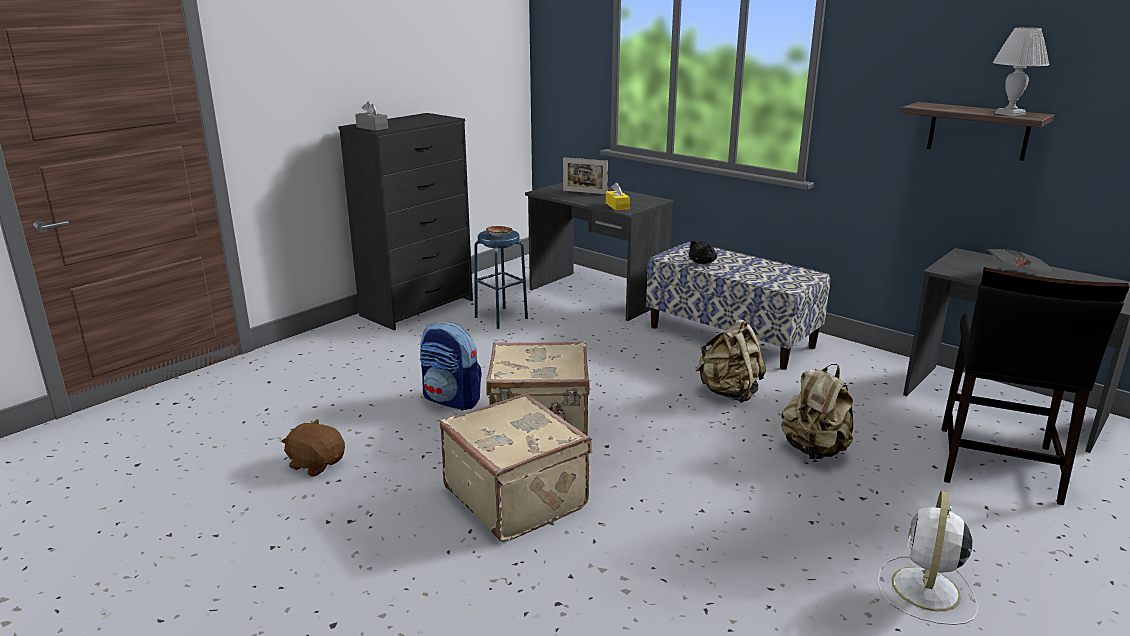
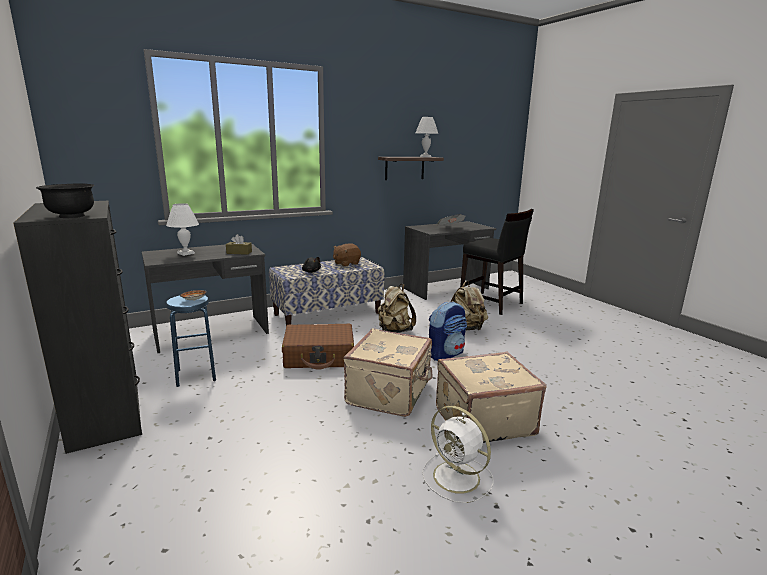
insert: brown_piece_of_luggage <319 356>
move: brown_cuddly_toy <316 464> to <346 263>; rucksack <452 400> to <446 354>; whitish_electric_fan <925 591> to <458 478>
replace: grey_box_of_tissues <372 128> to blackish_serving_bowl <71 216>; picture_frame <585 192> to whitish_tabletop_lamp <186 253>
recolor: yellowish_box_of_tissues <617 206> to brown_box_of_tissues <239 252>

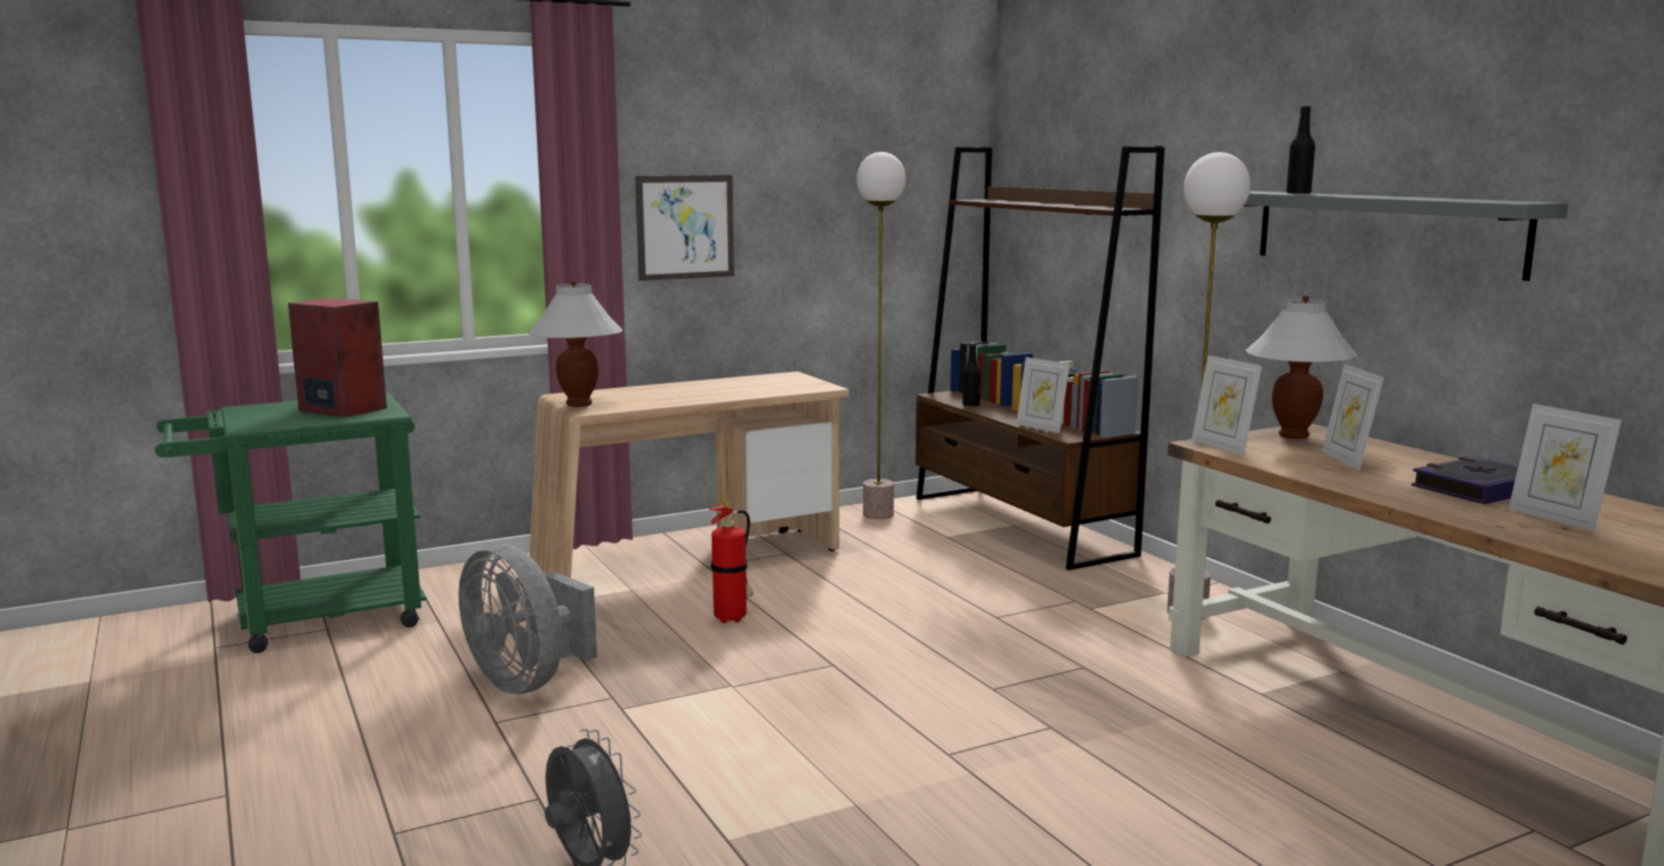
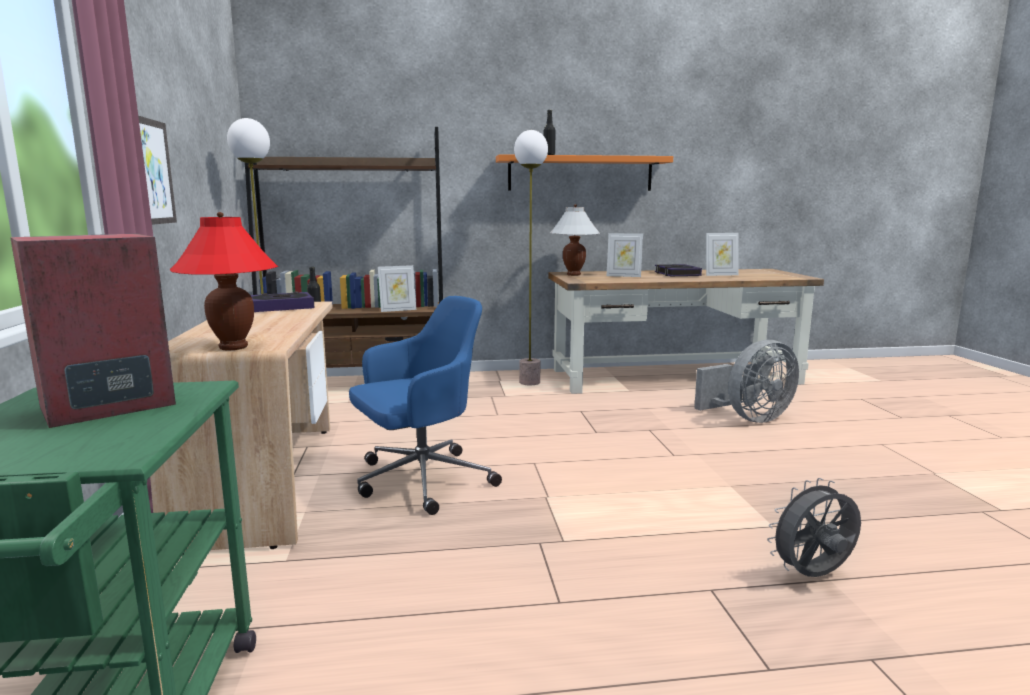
delete: picture_frame <1222 447>
insert: bound_book <281 307>
move: grey_electric_fan <527 681> to <749 418>
replace: fire_extinguisher <733 618> to blue_computer_chair <420 480>
recolor: whitish_tabletop_lamp <579 404> to reddish_tabletop_lamp <233 347>; grey_shelf <1384 231> to orange_shelf <580 173>

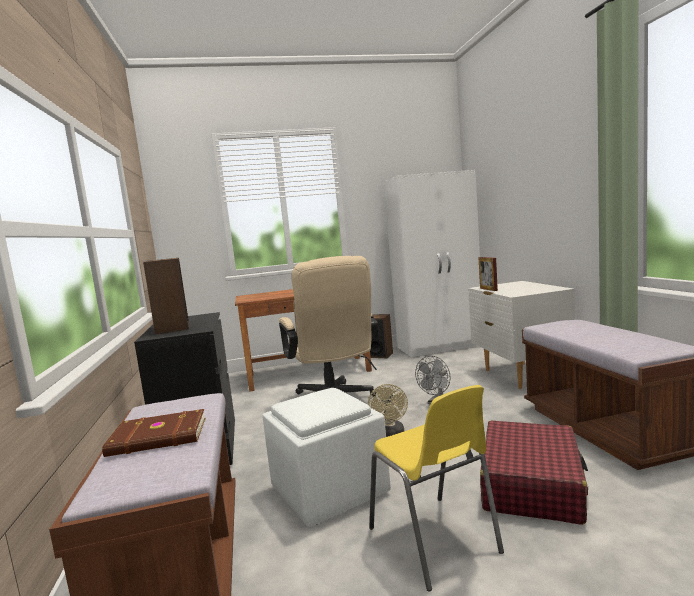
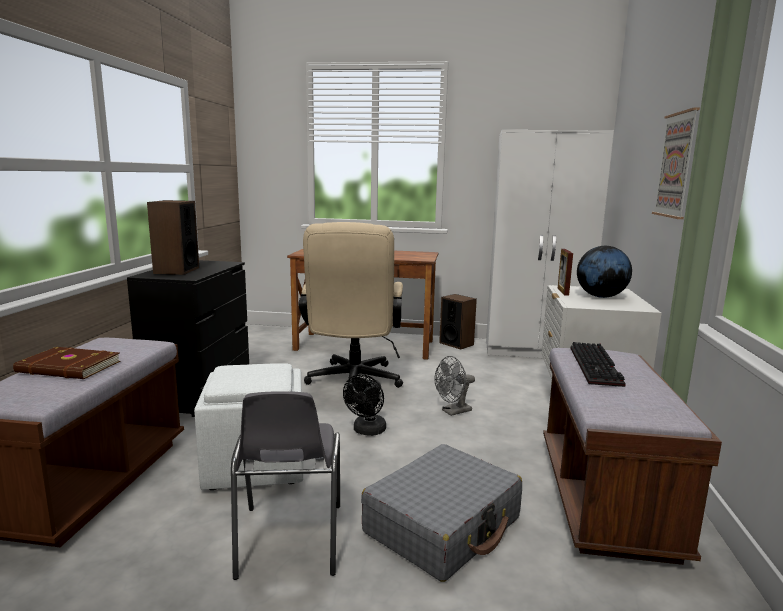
insert: computer_keyboard <597 367>; world_globe <600 296>; wall_picture <676 165>
recolor: sand-coloured_electric_fan <390 435> to blackish_electric_fan <367 431>; yellowish_plain_chair <435 542> to grey_plain_chair <289 542>; reddish_piece_of_luggage <532 484> to grey_piece_of_luggage <443 525>

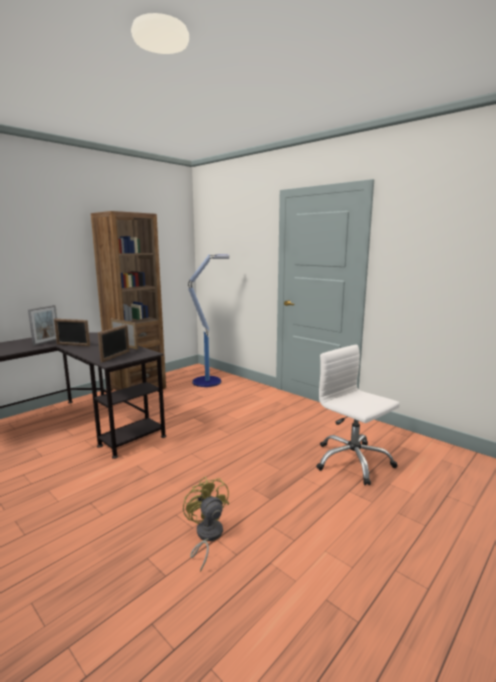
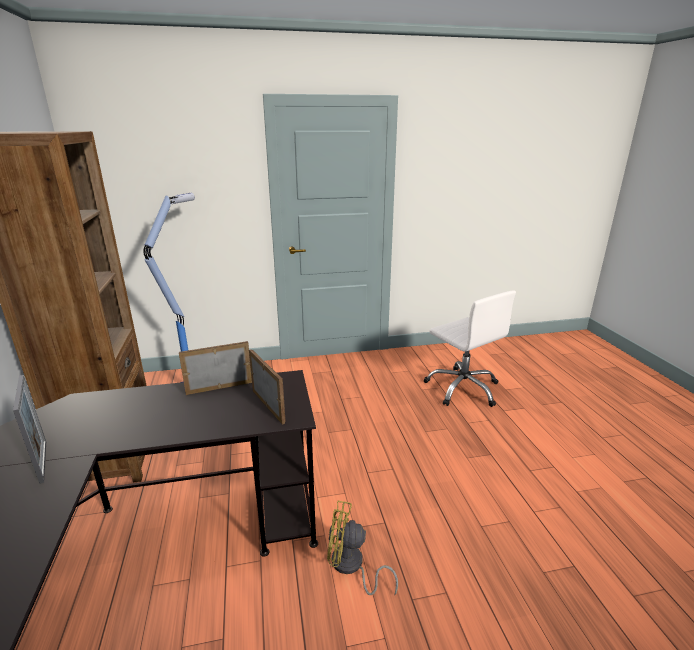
delete: picture_frame <73 345>
move: yellowish_electric_fan <206 536> to <351 567>
rotate: whitish_computer_chair <352 461> = <463 388> 120 degrees counterclockwise

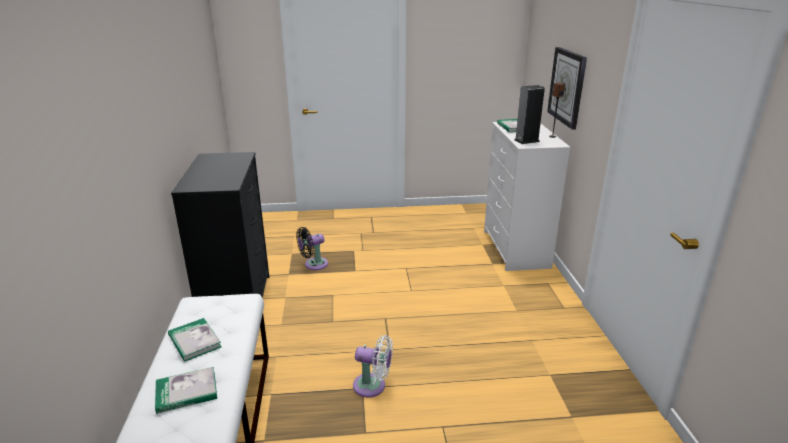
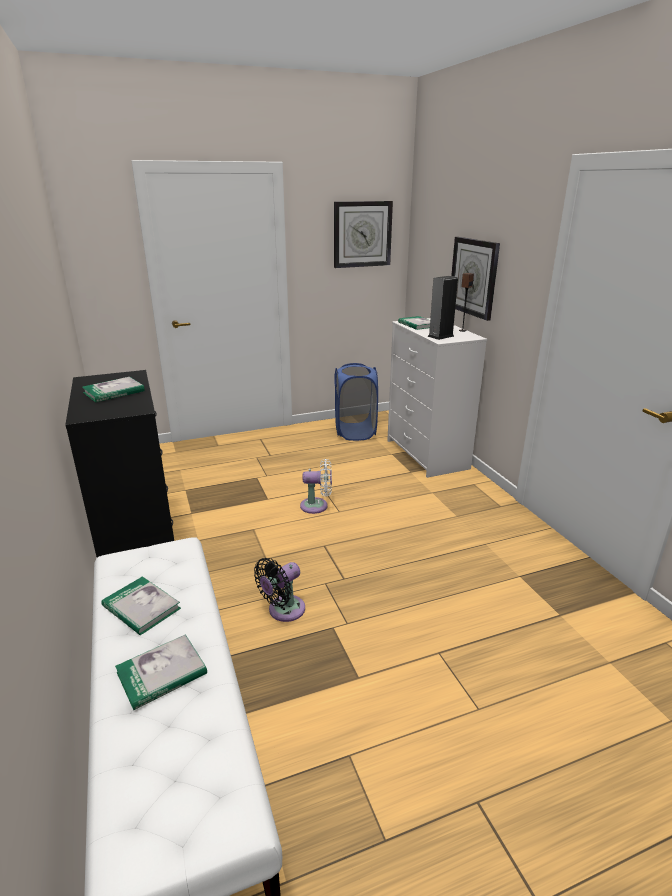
insert: bound_book <114 392>; hanging_clock <362 234>; blue_laundry_basket <355 432>
move: blackish_electric_fan <313 264> to <283 611>; whitish_electric_fan <373 386> to <317 506>

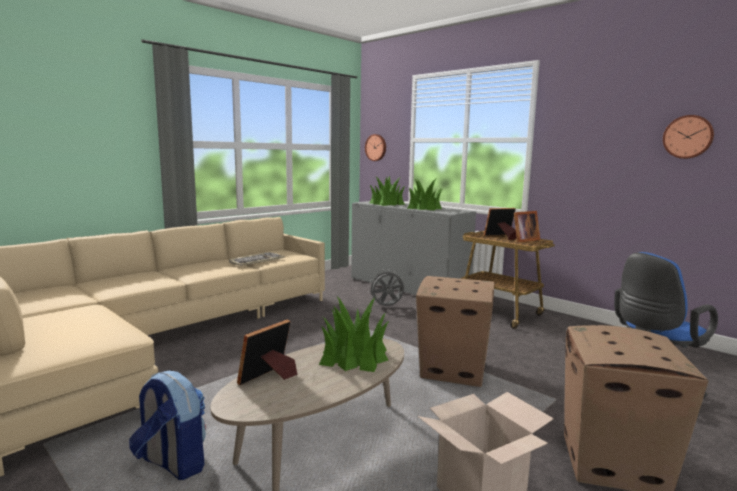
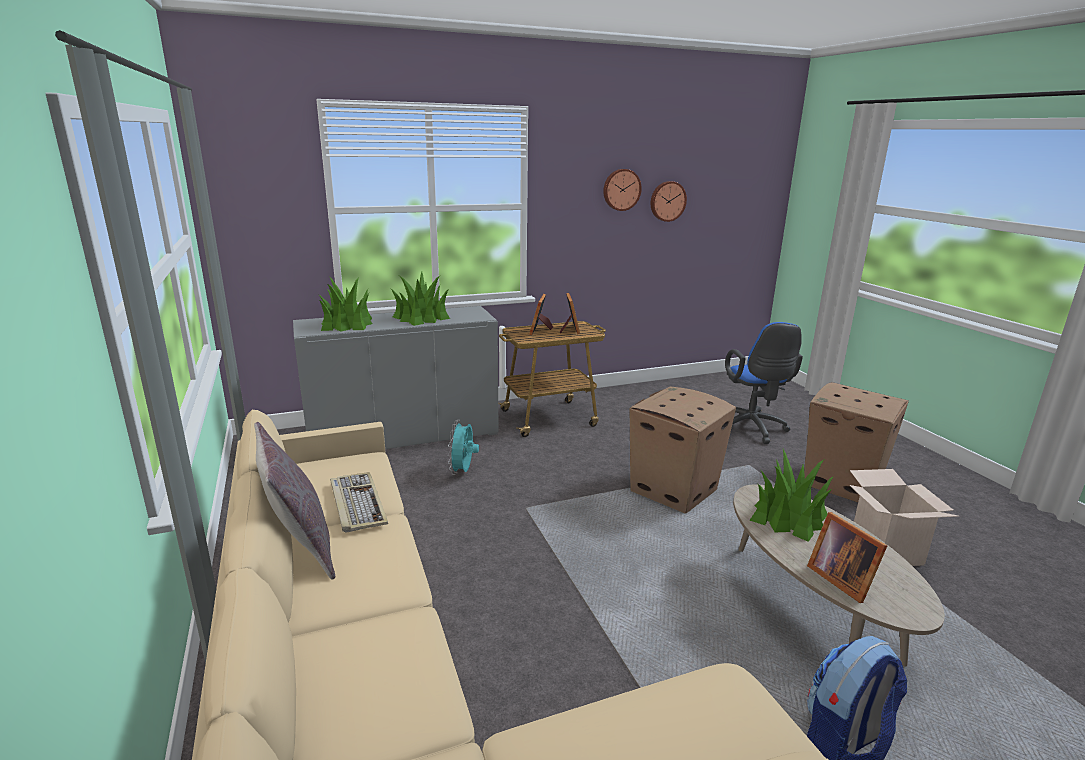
insert: grey_cushion <301 548>
move: hanging_clock <376 147> to <621 189>
recolor: grey_electric_fan <386 307> to turquoise-coloured_electric_fan <463 471>

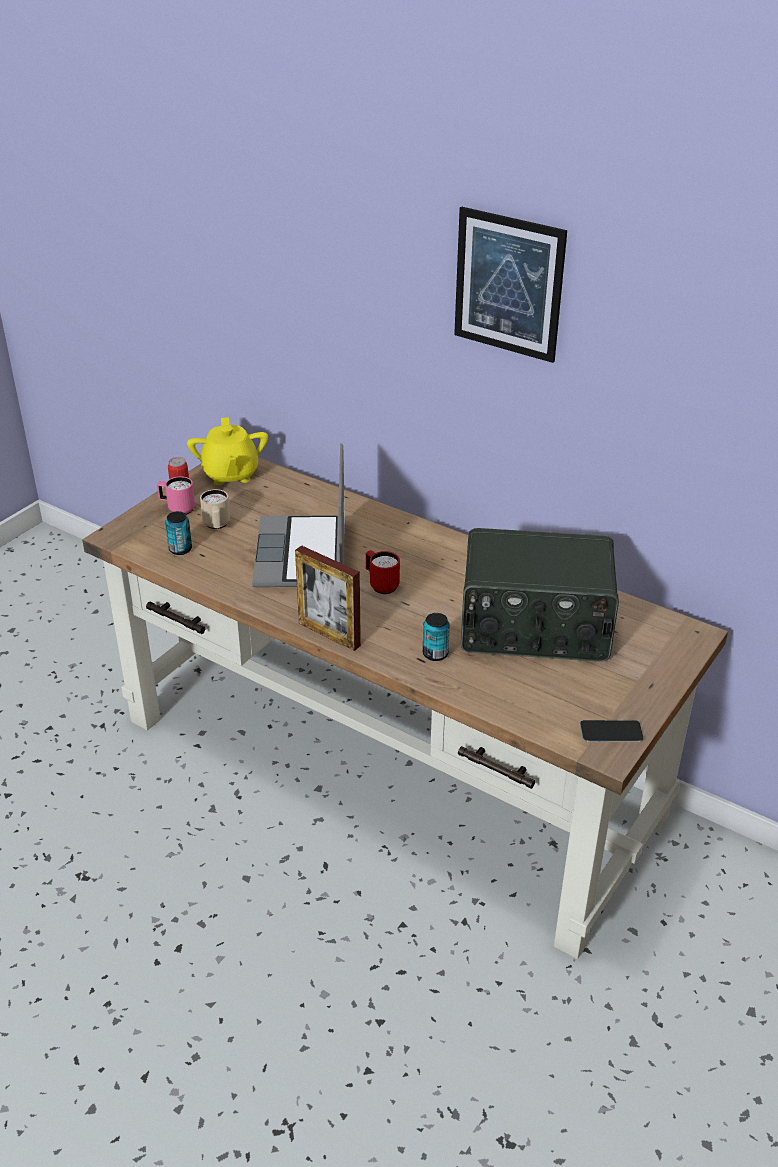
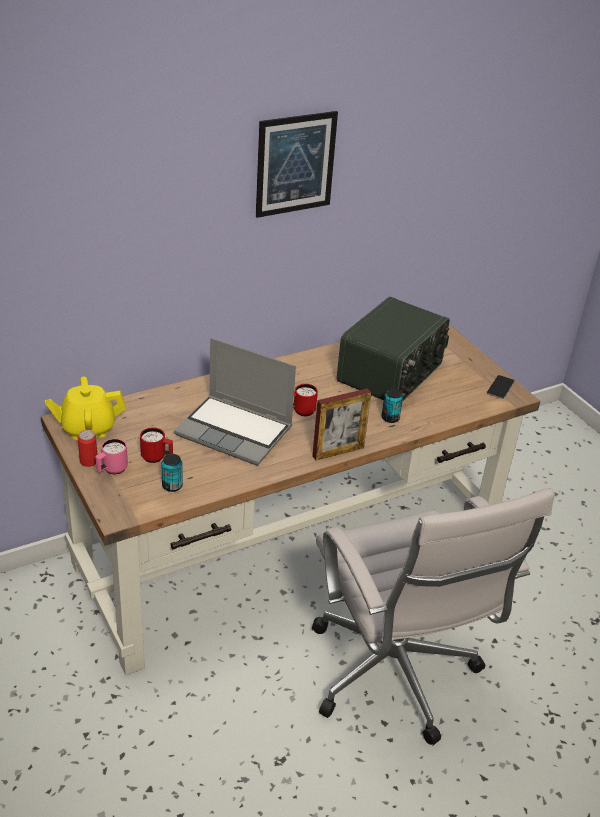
insert: whitish_computer_chair <395 678>
recolor: sand-coloured_coffee_mug <217 526> to reddish_coffee_mug <157 458>
rotate: yellowish_teapot <230 474> = <88 428> 150 degrees clockwise

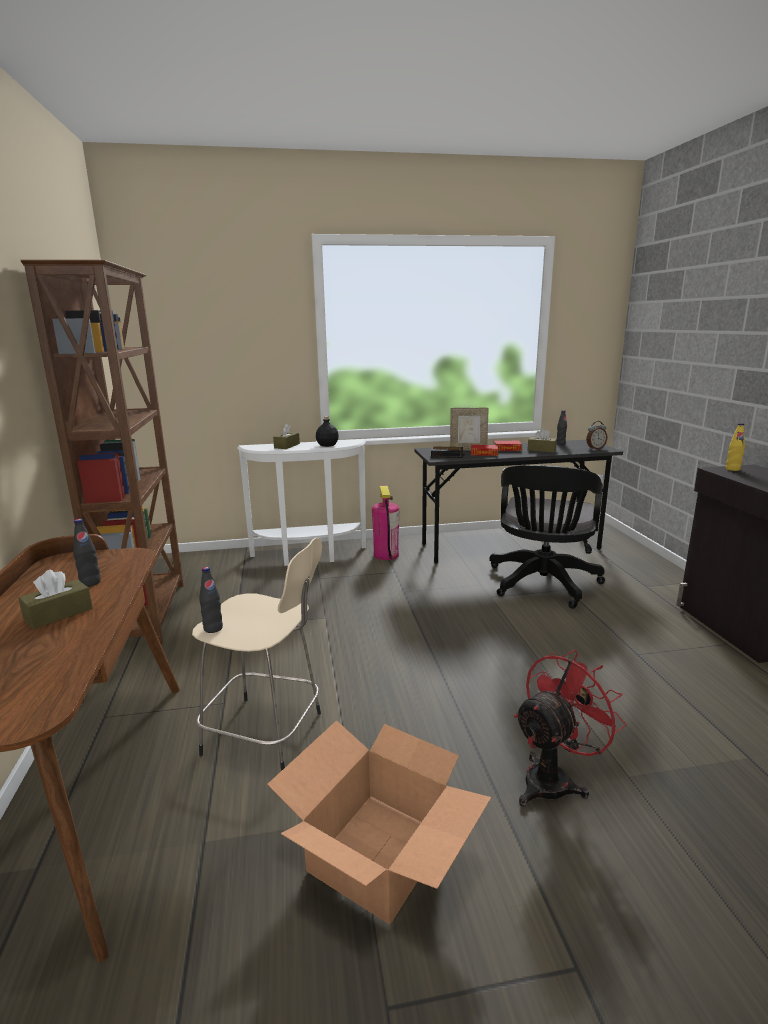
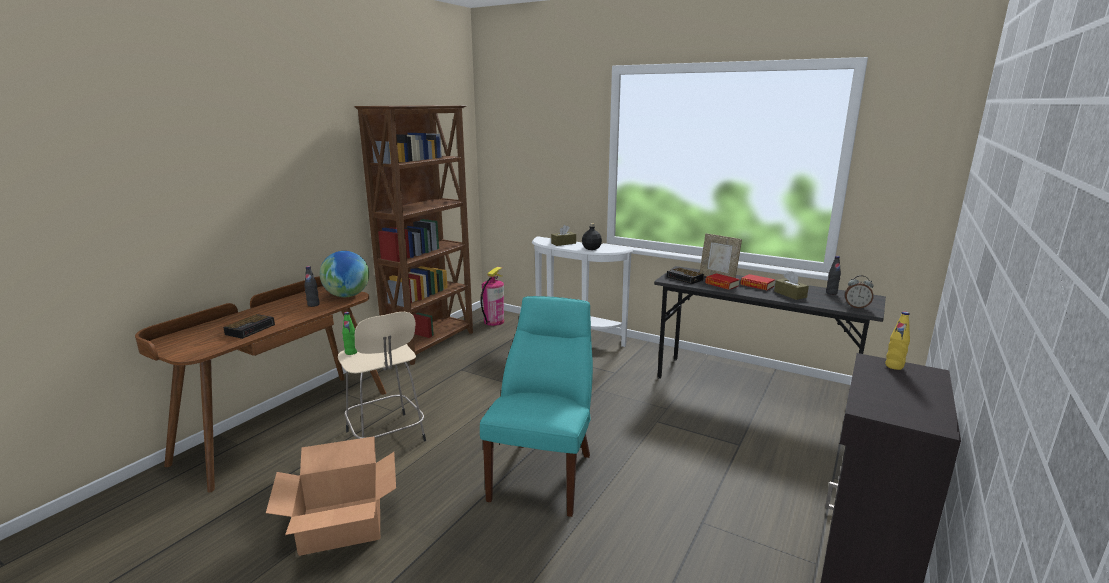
delete: brown_box_of_tissues <58 614>; blackish_computer_chair <542 585>; reddish_electric_fan <554 779>
insert: bedside_clock <251 329>; world_globe <347 296>; turquoise-coloured_plain_chair <544 473>
move: fire_extinguisher <386 555> to <494 321>
recolor: blackish_beverage_bottle <213 628> to green-coloured_beverage_bottle <351 352>

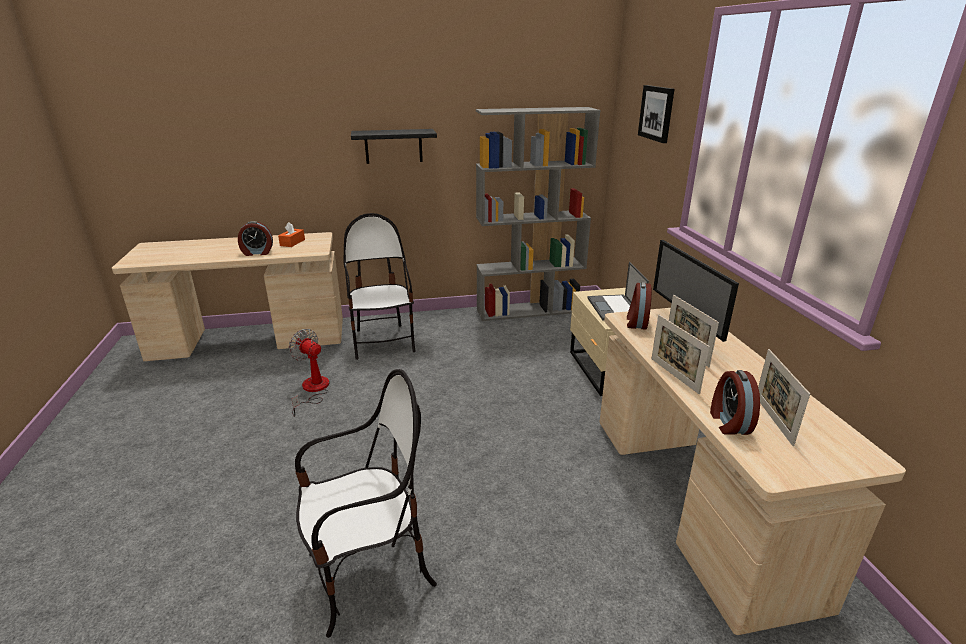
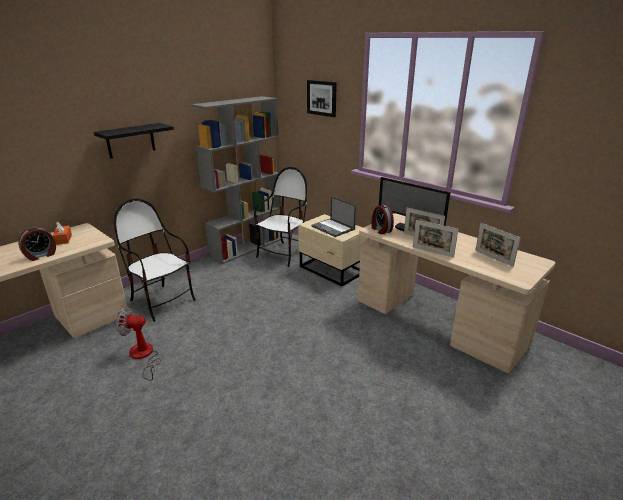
delete: bedside_clock <728 422>
move: plain_chair <369 575> to <283 254>

